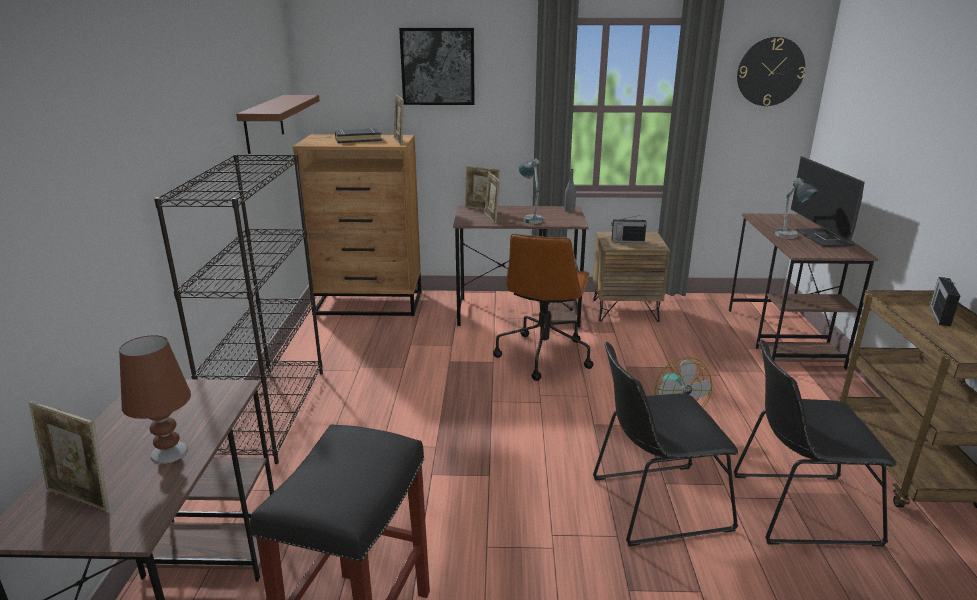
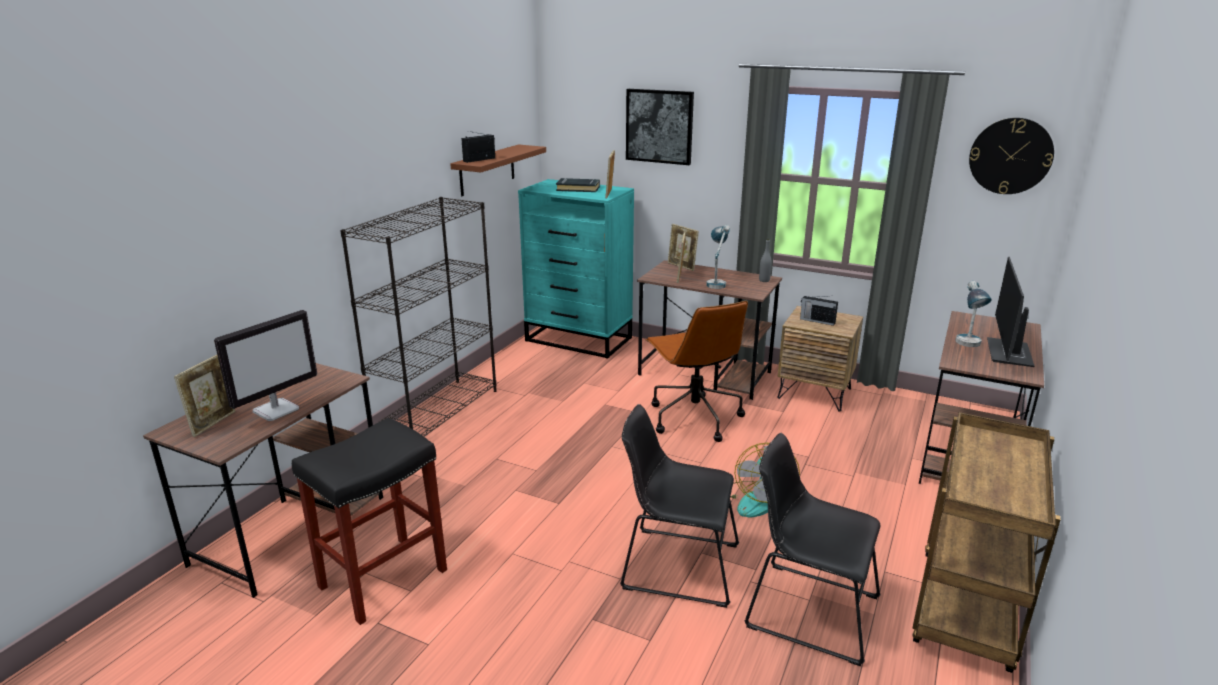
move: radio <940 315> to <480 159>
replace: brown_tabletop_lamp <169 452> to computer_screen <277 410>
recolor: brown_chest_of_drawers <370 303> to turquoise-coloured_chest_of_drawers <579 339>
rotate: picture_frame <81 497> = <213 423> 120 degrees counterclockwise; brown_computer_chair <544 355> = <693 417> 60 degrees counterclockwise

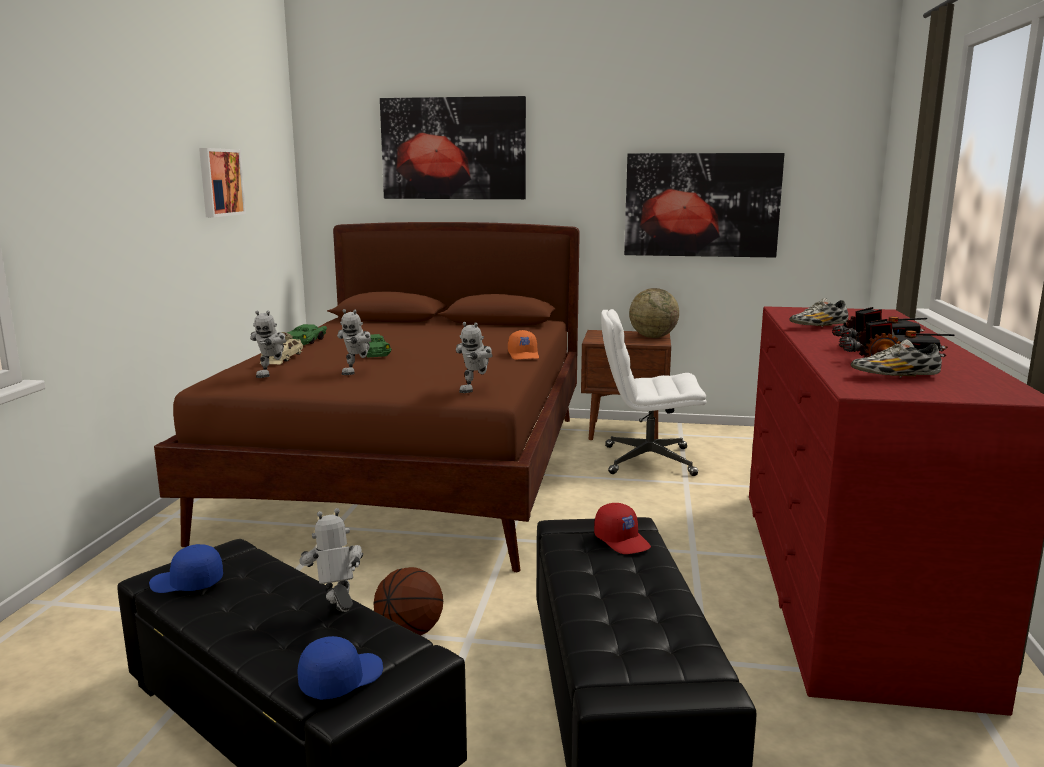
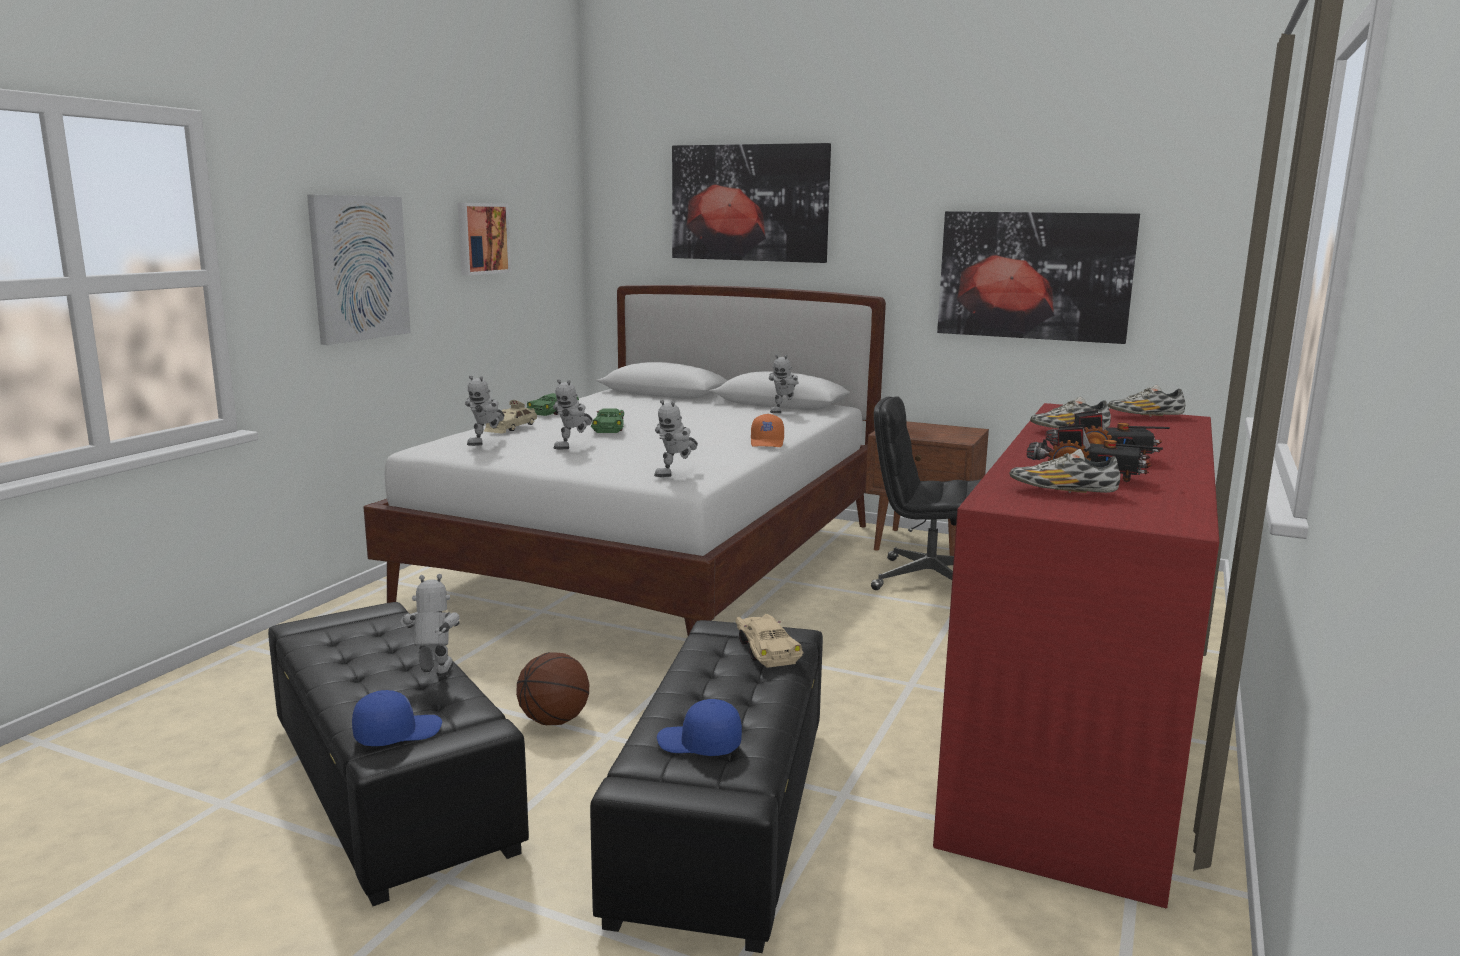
delete: world_globe <652 337>
insert: wall_picture <359 268>; robot_figure <784 412>; low_shoe <1145 416>
move: blue_peaked_cap <186 583> to <699 744>
replace: reddish_peaked_cap <622 541> to sand-coloured_model_car <766 649>
recolor: brown_sleeping_bed <415 471> to whitish_sleeping_bed <657 563>; whitish_computer_chair <647 461> to blackish_computer_chair <927 580>

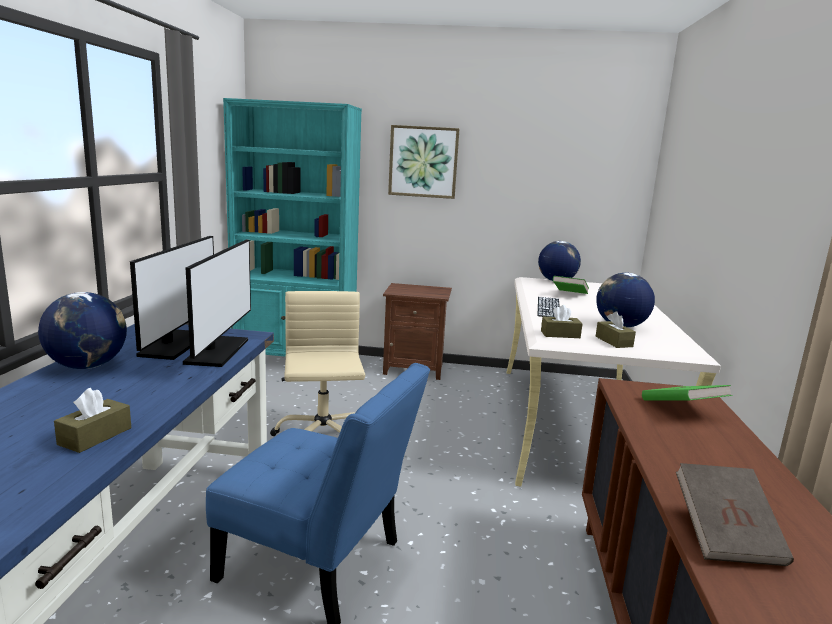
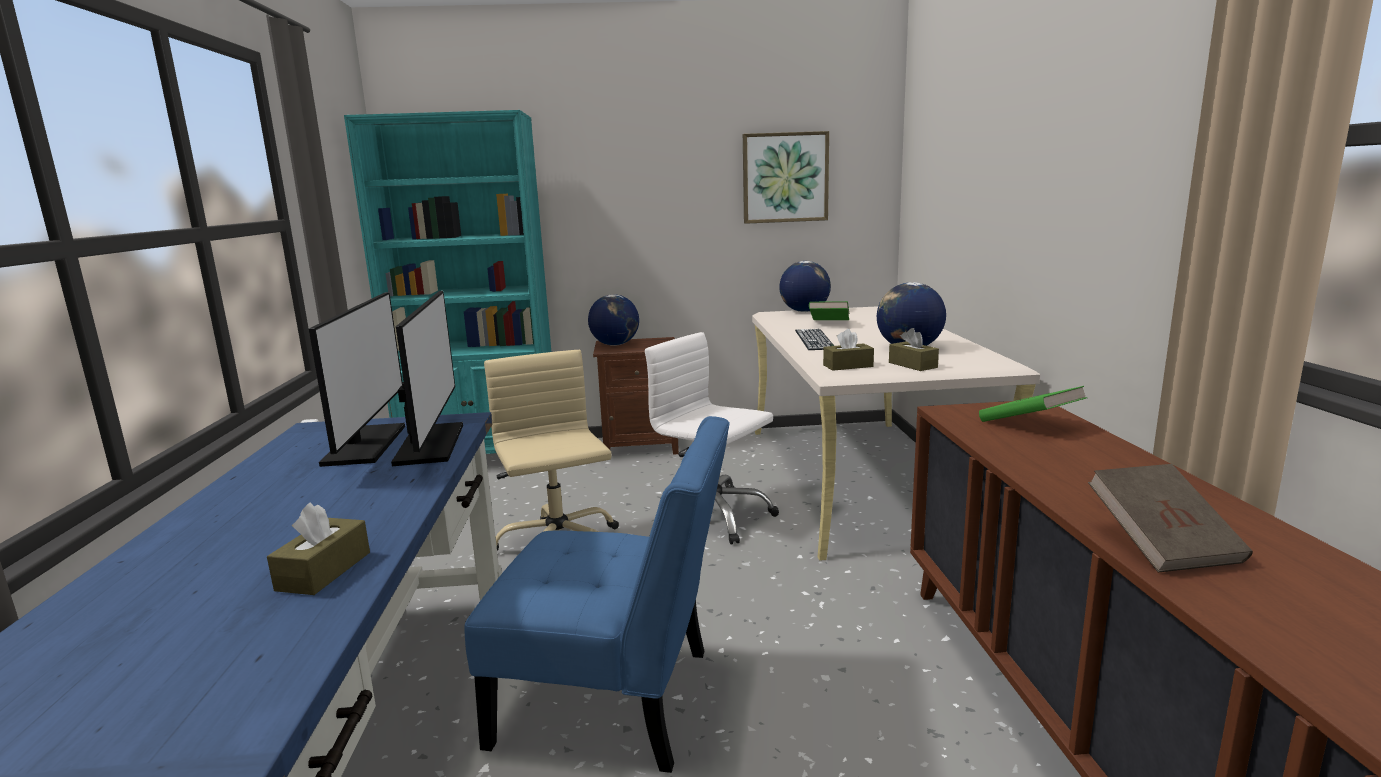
insert: whitish_computer_chair <712 516>
move: world_globe <87 366> to <615 344>; wall_picture <423 162> to <785 177>

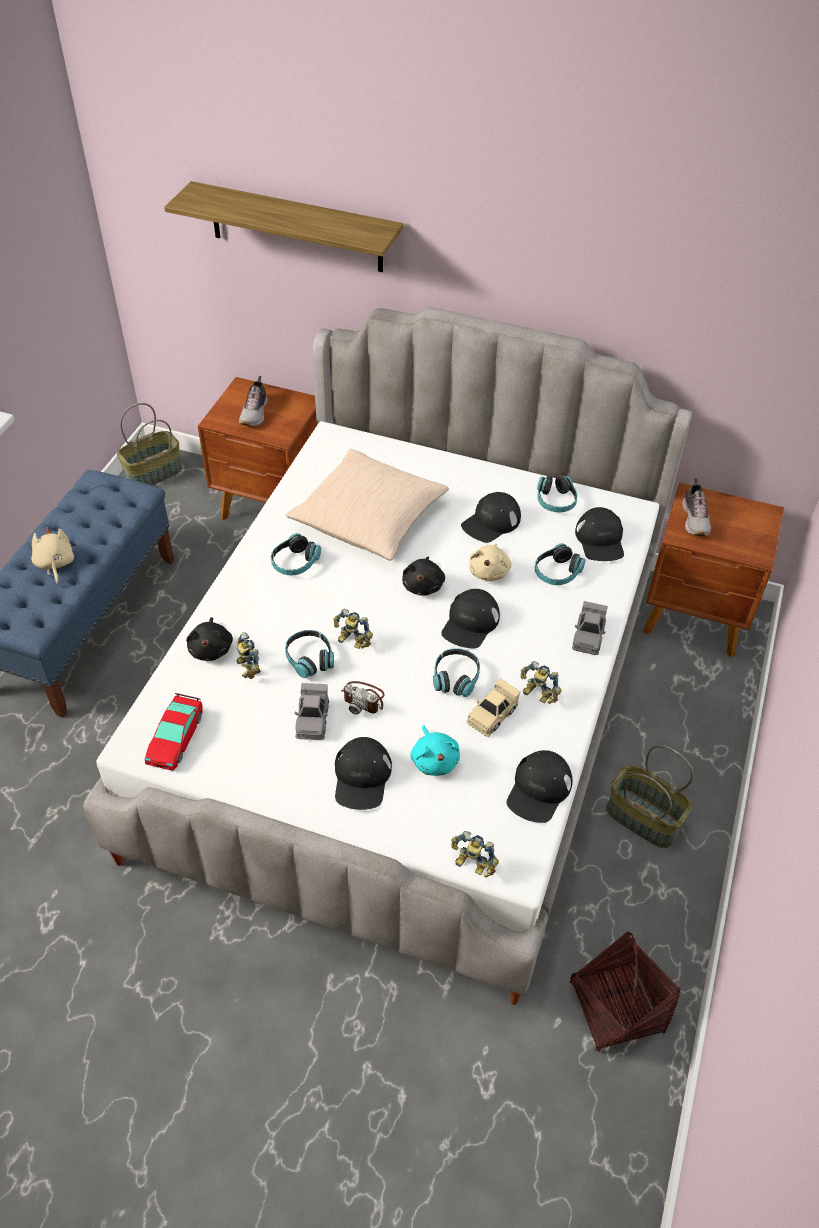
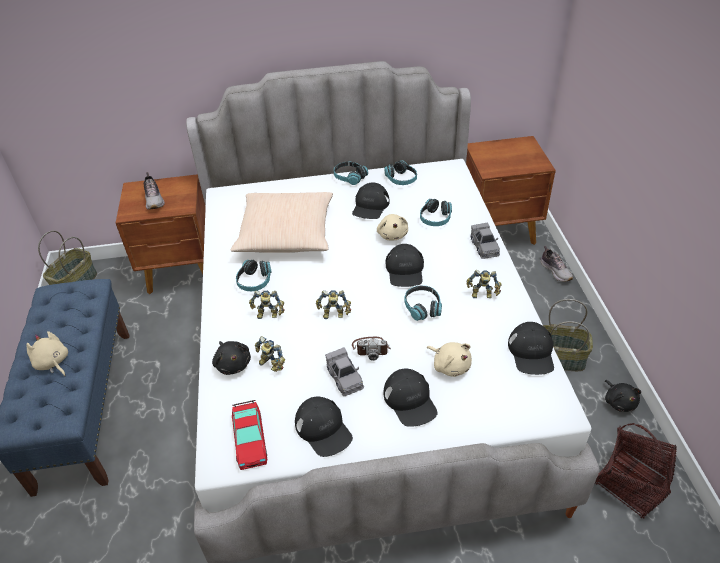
delete: shelf <296 228>; sand-coloured_model_car <492 714>
move: pair_of_headphones <309 659> to <350 177>; blackish_cuddly_toy <423 585> to <619 401>; robot_figure <471 865> to <268 315>; blackish_peaked_cap <600 540> to <323 429>; low_shoe <695 519> to <556 271>
recolor: turquoise-coloured_cuddly_toy <434 760> to sand-coloured_cuddly_toy <450 365>

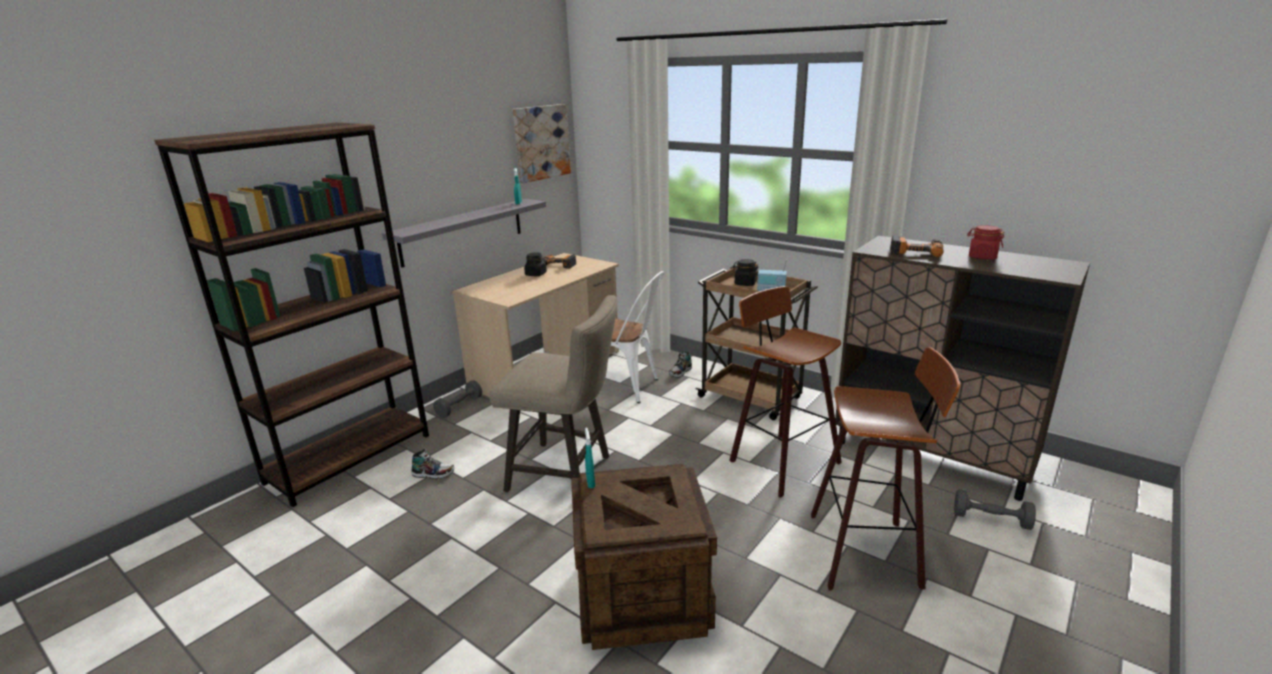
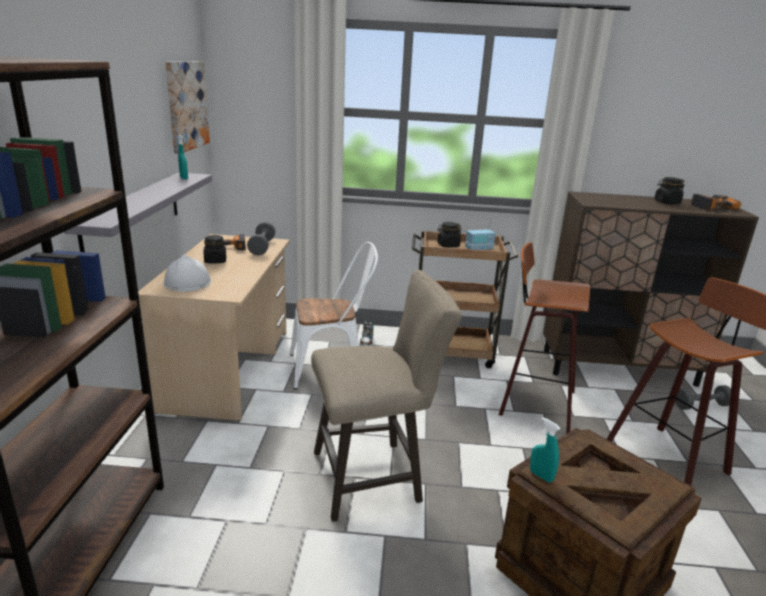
delete: low_shoe <433 474>
insert: whitish_safety_helmet <187 282>
move: grey_free_weight <459 407> to <262 247>; electric_drill <915 251> to <711 206>
recolor: reddish_preserve_jar <982 257> to blackish_preserve_jar <666 202>

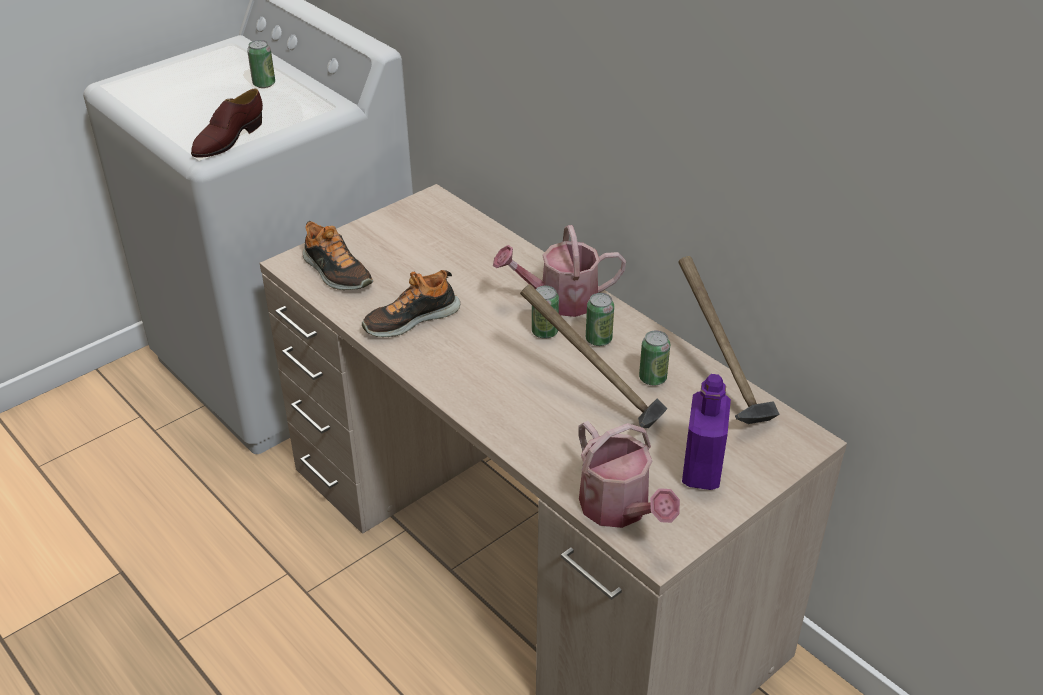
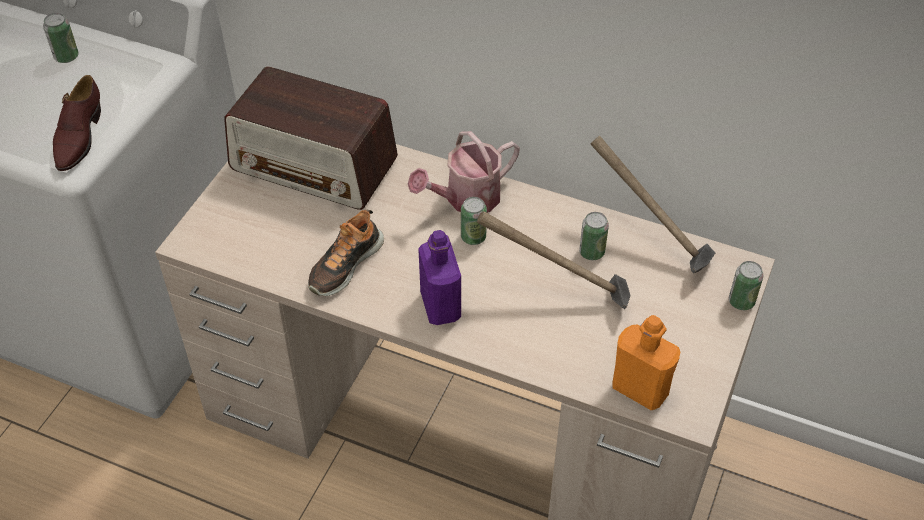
delete: low_shoe <336 273>
insert: radio <314 165>
move: can <598 339> to <741 301>; purplish_beverage_bottle <702 470> to <440 306>
replace: sprinkling_can <619 509> to orange_beverage_bottle <640 390>

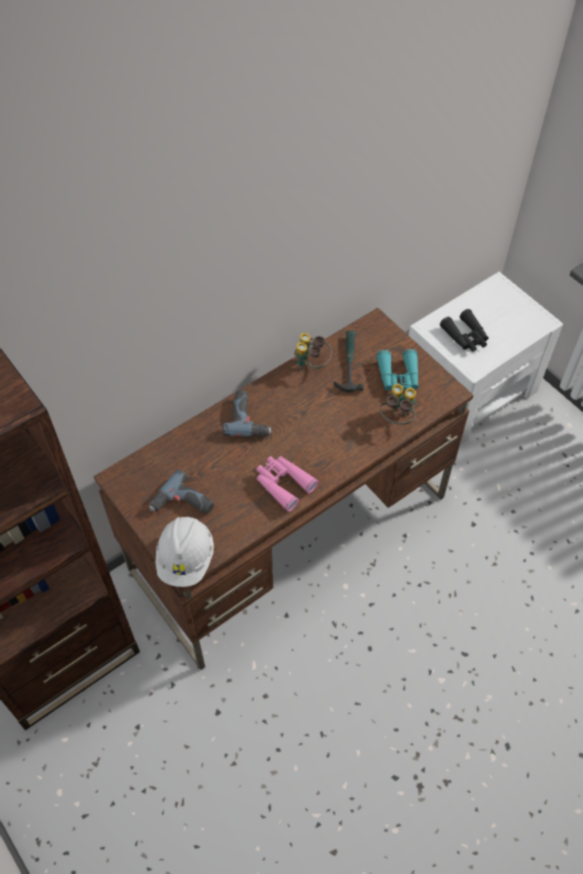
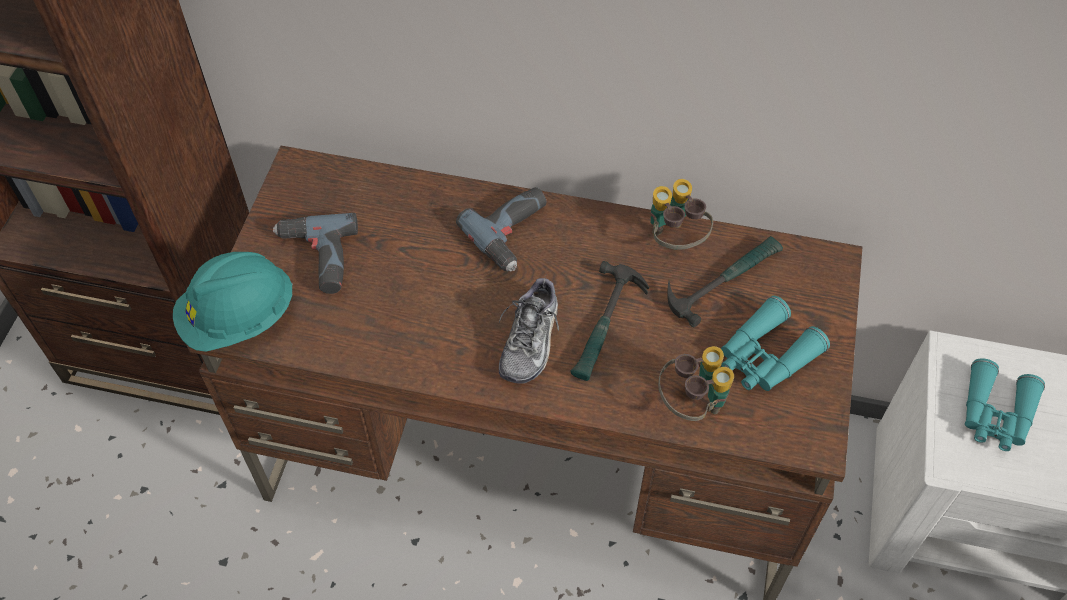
delete: pink_binoculars <283 484>
insert: low_shoe <530 340>; tool_hammer <606 326>
recolor: whitish_safety_helmet <186 559> to turquoise-coloured_safety_helmet <239 318>; blackish_binoculars <466 337> to turquoise-coloured_binoculars <995 414>

